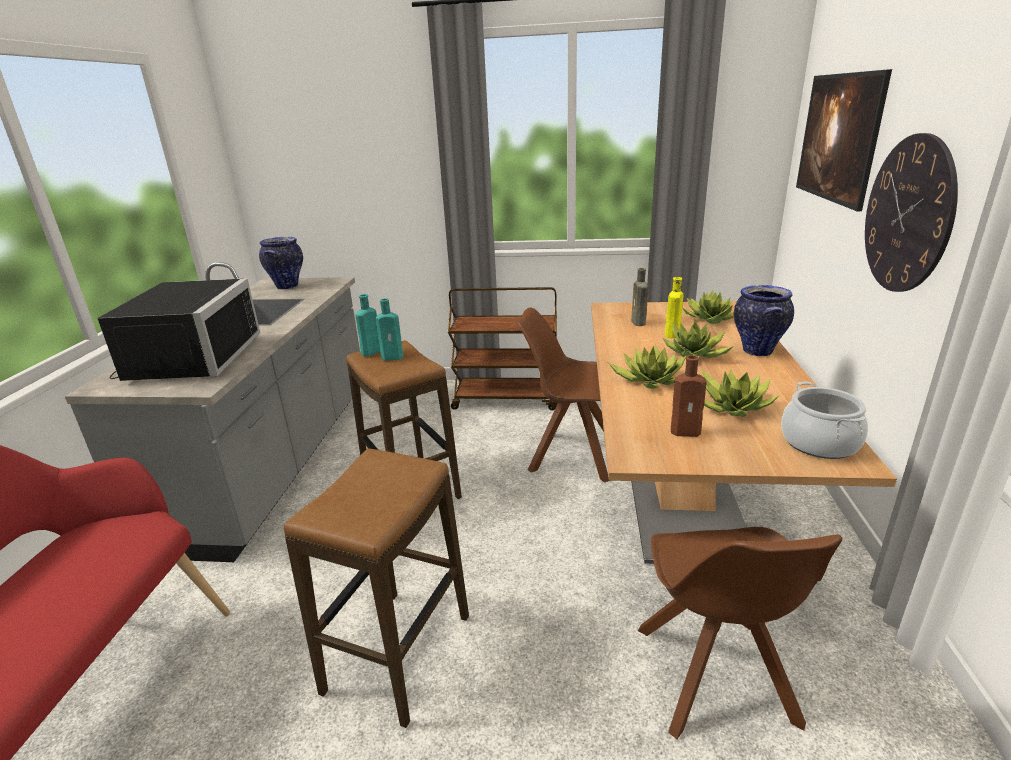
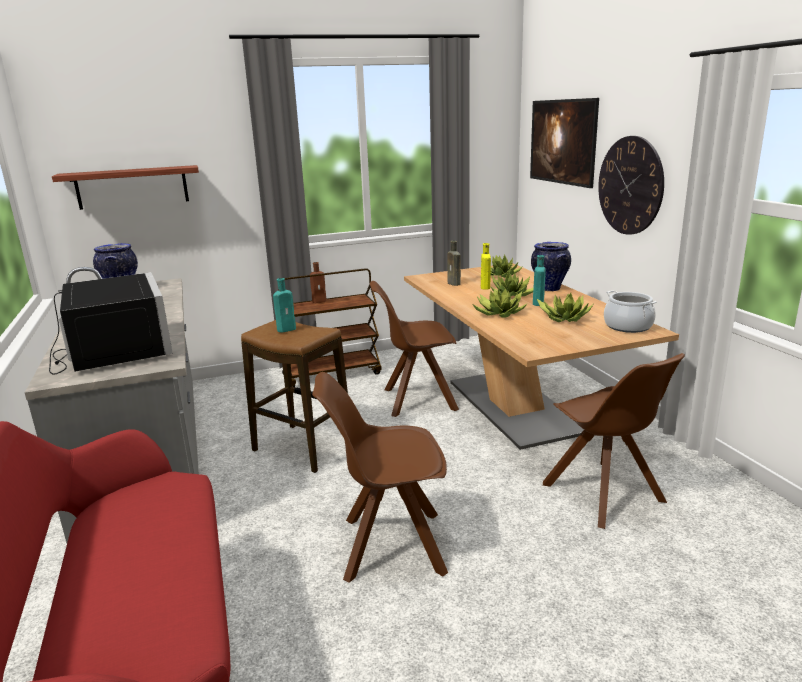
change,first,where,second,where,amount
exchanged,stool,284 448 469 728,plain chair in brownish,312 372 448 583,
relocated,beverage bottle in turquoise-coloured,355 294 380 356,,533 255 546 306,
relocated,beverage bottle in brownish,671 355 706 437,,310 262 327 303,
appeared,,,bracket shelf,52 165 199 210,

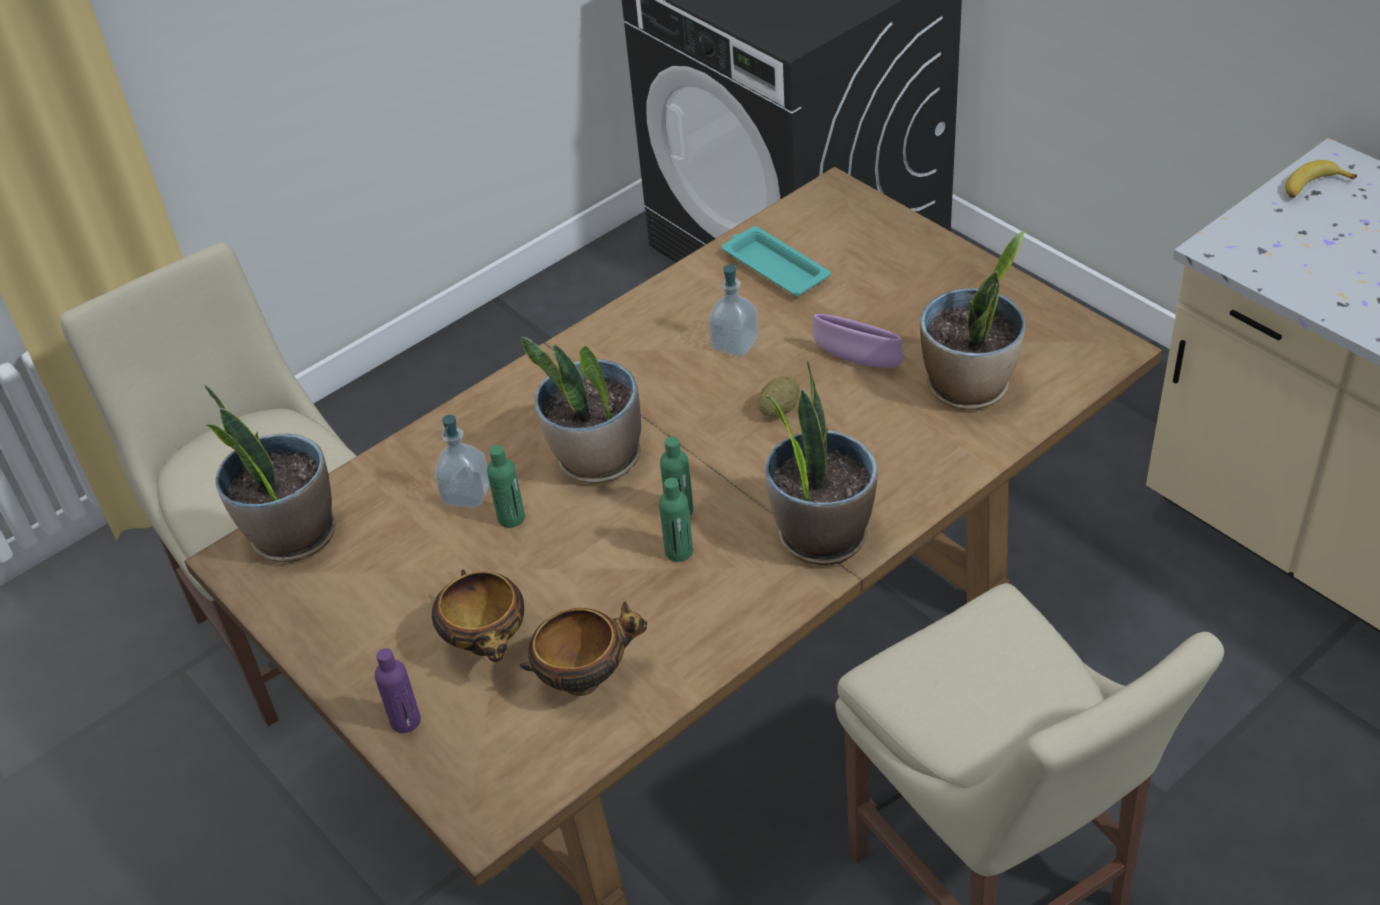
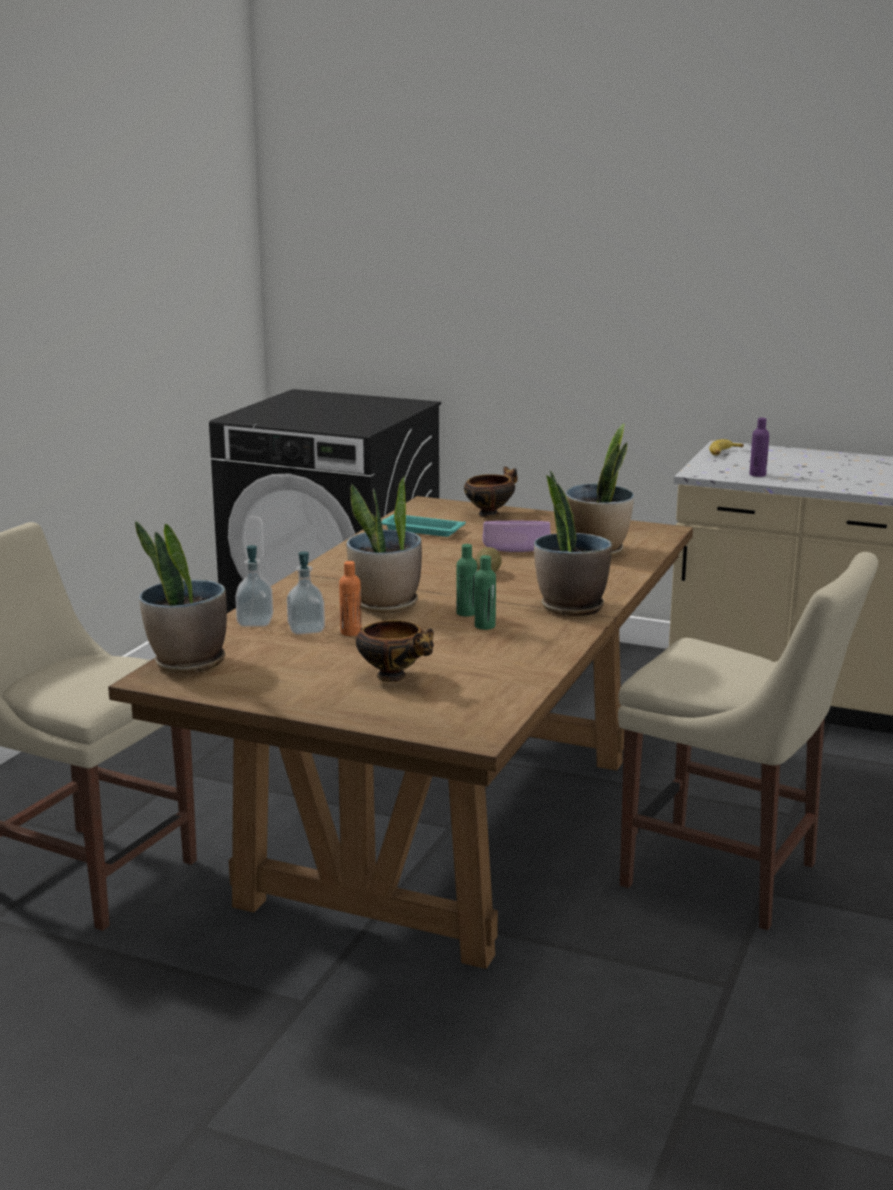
change,first,where,second,where,amount
relocated,beverage bottle in purple,375 648 421 733,,750 418 769 477,
colour,beverage bottle in greenish,487 445 525 528,beverage bottle in orange,339 561 362 636,
relocated,deep dish,520 601 647 696,,464 466 518 518,
relocated,soap dispenser,709 263 758 357,,235 545 273 627,

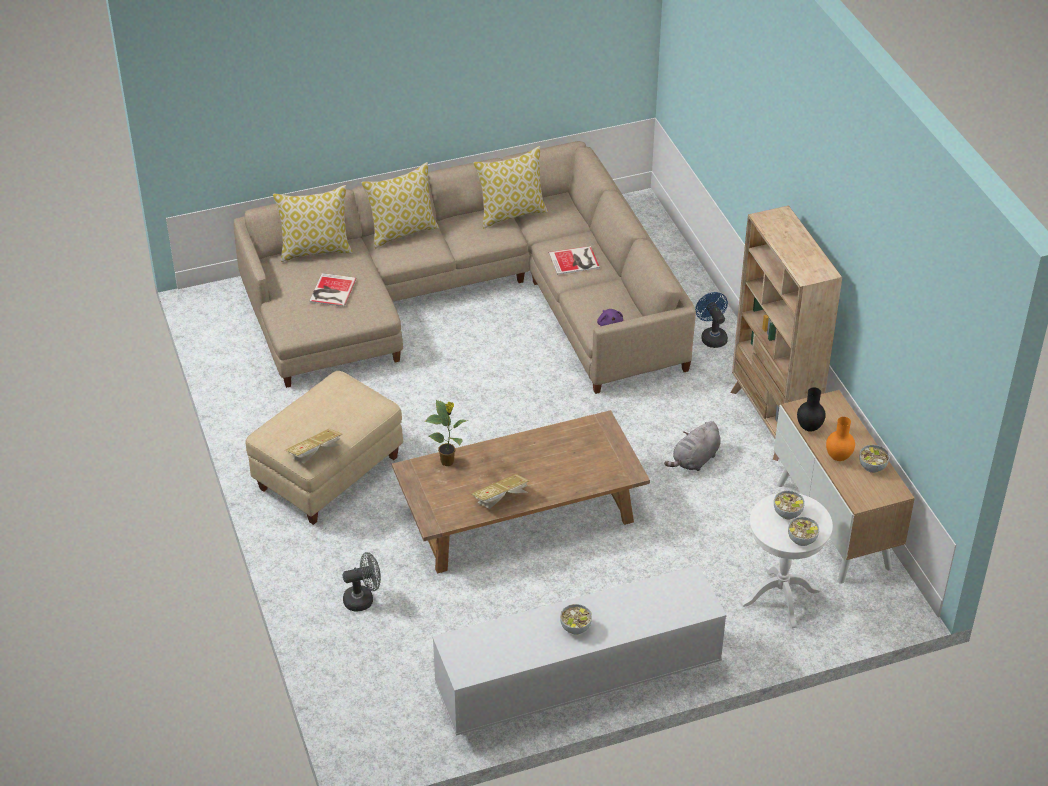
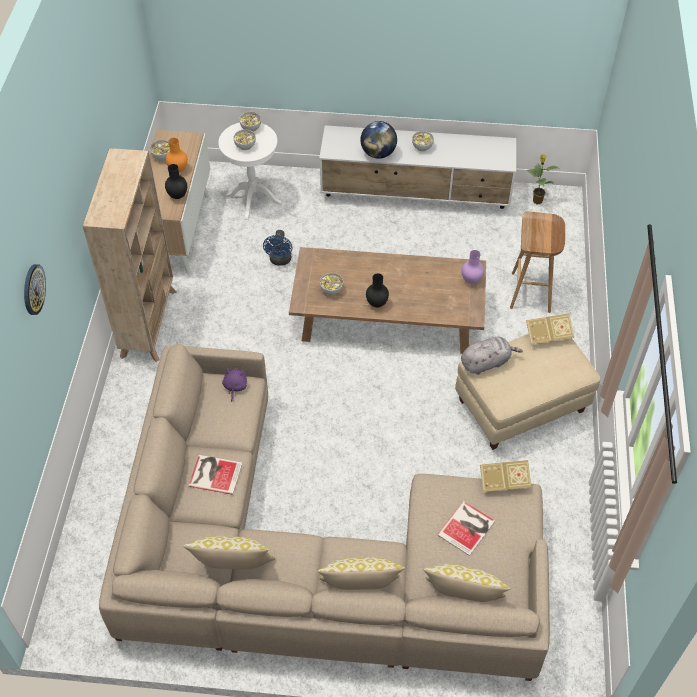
change,first,where,second,where,amount
exchanged,fan in gray,342 552 381 612,stool in brownish,510 212 565 313,
relocated,houseplant,424 400 468 466,,527 154 560 204,
relocated,volume,470 474 529 509,,480 460 532 492,
relocated,soft toy in gray,664 421 721 471,,461 336 523 375,
relocated,fan in blue-coloured,695 292 728 348,,263 230 292 266,
appeared,,,wall clock,24 264 46 315,
appeared,,,deep dish,320 273 343 295,
appeared,,,globe,361 121 397 159,
appeared,,,vase in black-coloured,366 273 389 307,
appeared,,,vase in purple,461 250 484 284,

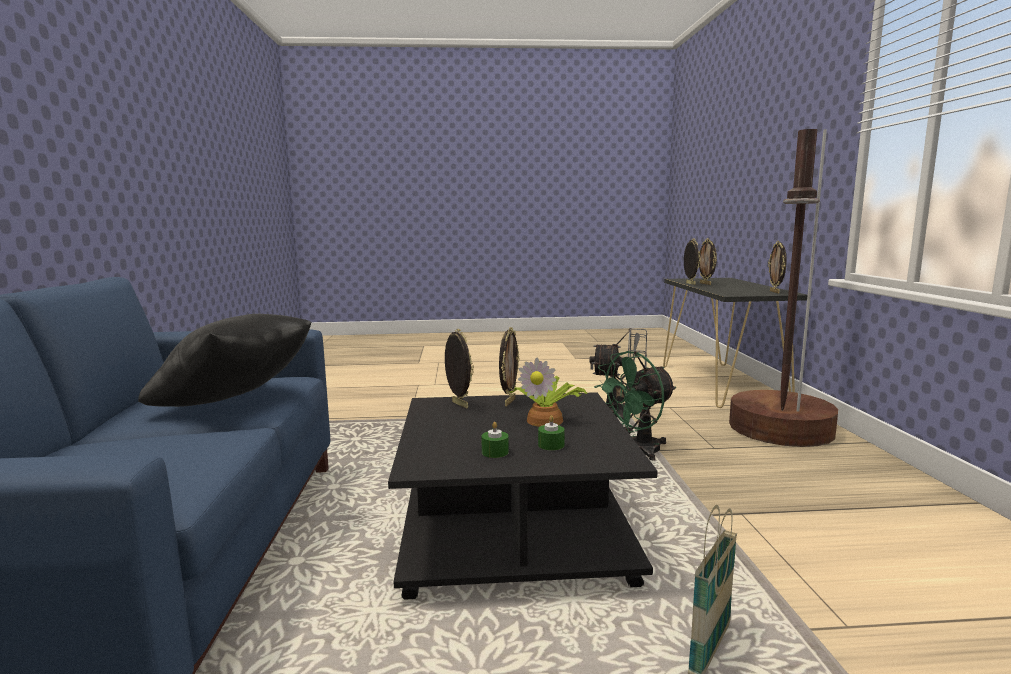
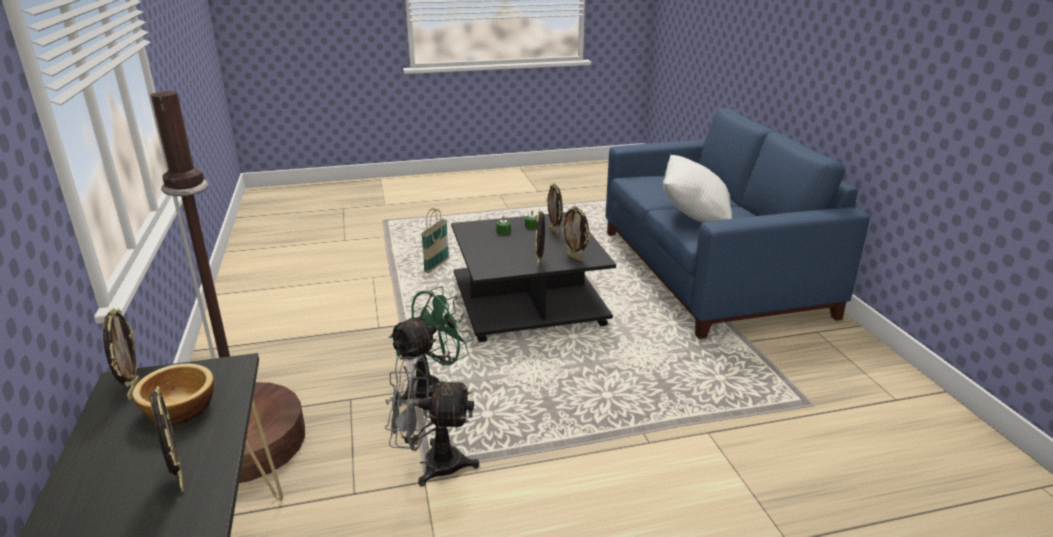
change,first,where,second,where,amount
colour,cushion in black-coloured,138 314 311 407,cushion in white-coloured,663 155 732 223,
missing,houseplant,509 357 587 427,,,
relocated,standing frame,684 238 701 285,,547 183 563 236,
appeared,,,deep dish,132 364 214 425,

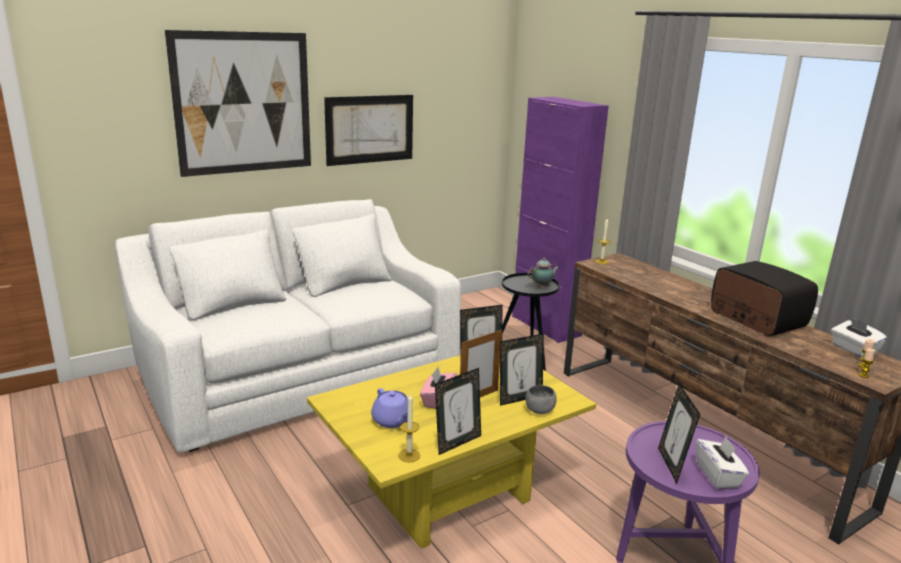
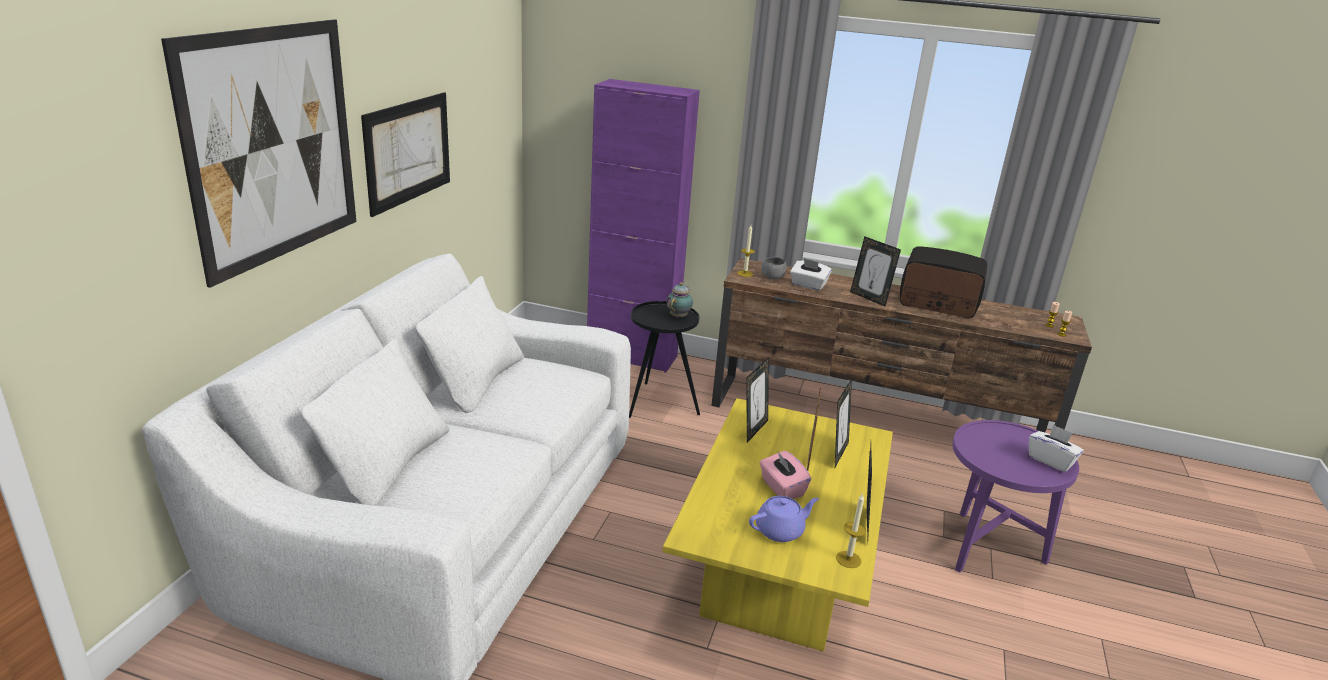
change,first,where,second,where,amount
spun,pot for tea in purple,371 388 413 428,,749 496 819 542,45 degrees counterclockwise
relocated,deep dish in gray,525 385 557 414,,761 257 786 279,
relocated,standing frame,658 383 700 484,,850 236 901 307,
relocated,tissue box in white-coloured,831 318 887 358,,790 258 832 291,

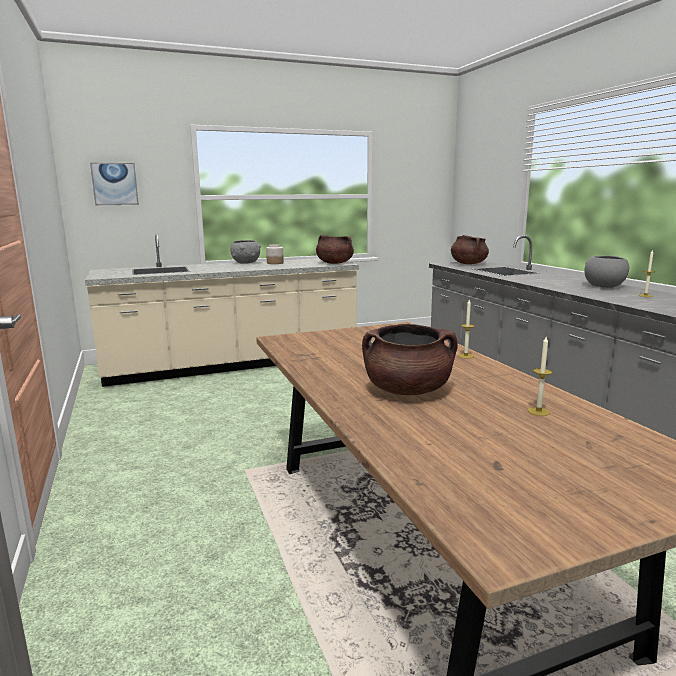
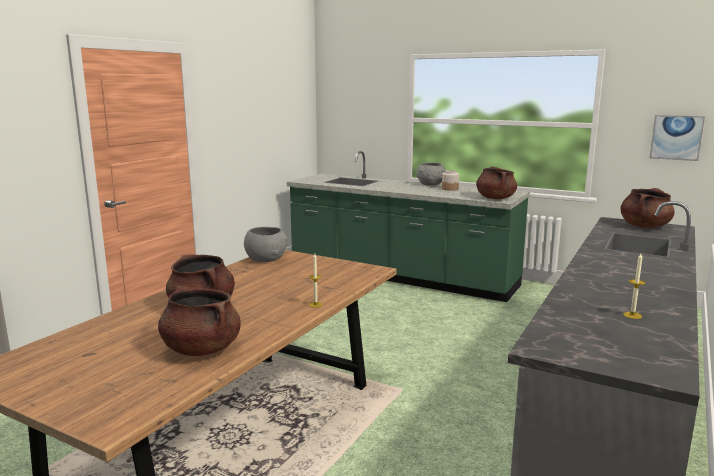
change,first,where,second,where,amount
colour,counter in beige,85 234 359 387,counter in greenish,287 151 530 302,
relocated,picture,90 162 139 205,,650 115 705 161,
exchanged,wax candle,528 337 552 416,cooking pot in brownish,158 286 241 356,
relocated,deep dish in gray,584 255 630 288,,244 227 288 262,

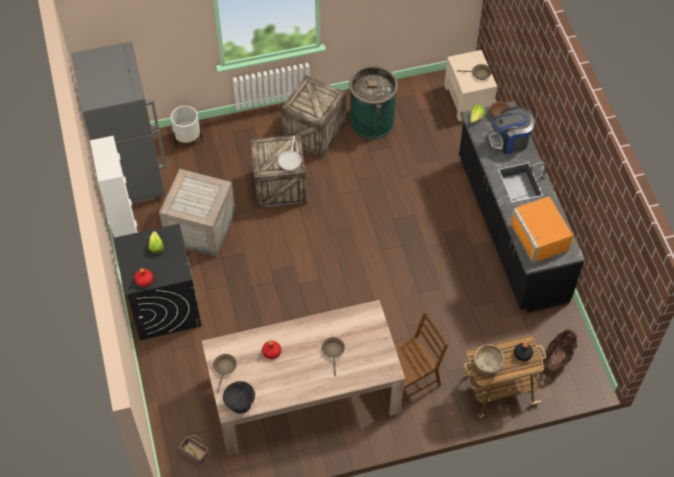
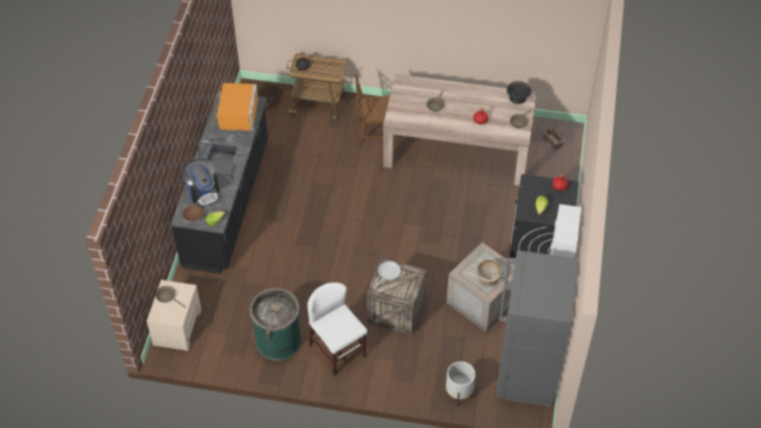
change,first,where,second,where,amount
exchanged,shipping crate,281 75 346 158,plain chair in white-coloured,307 282 367 376,
relocated,deep dish in beige,474 345 504 375,,476 260 502 287,
spun,coffee maker,487 106 534 154,,181 159 219 207,45 degrees clockwise

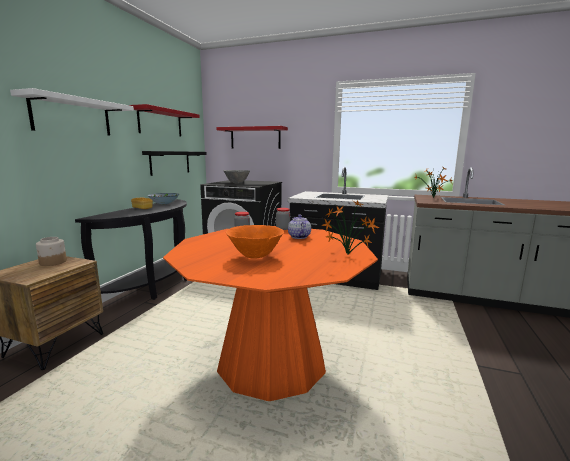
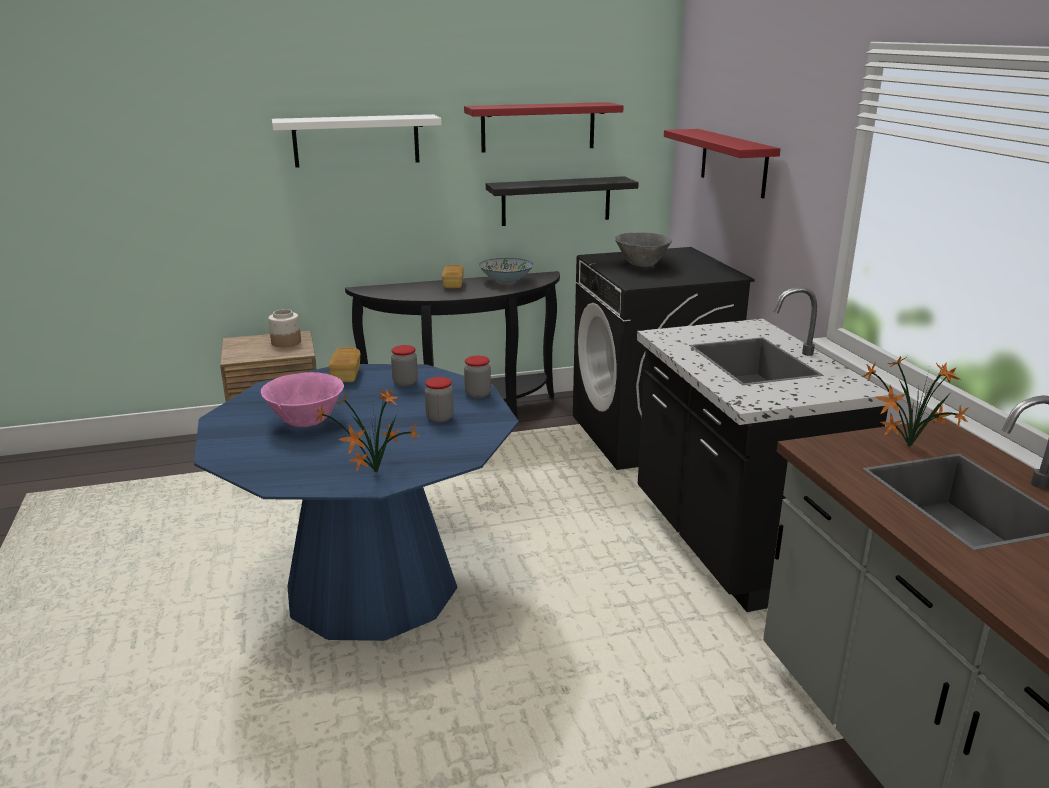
change,first,where,second,where,amount
colour,dinner table in orange,163 226 378 401,dinner table in blue-coloured,194 364 519 641,
colour,deep dish in orange,226 225 284 258,deep dish in pink,261 372 344 427,
exchanged,pot for tea,288 214 311 239,storage jar,425 377 454 423,
appeared,,,baked bread,328 347 360 382,

